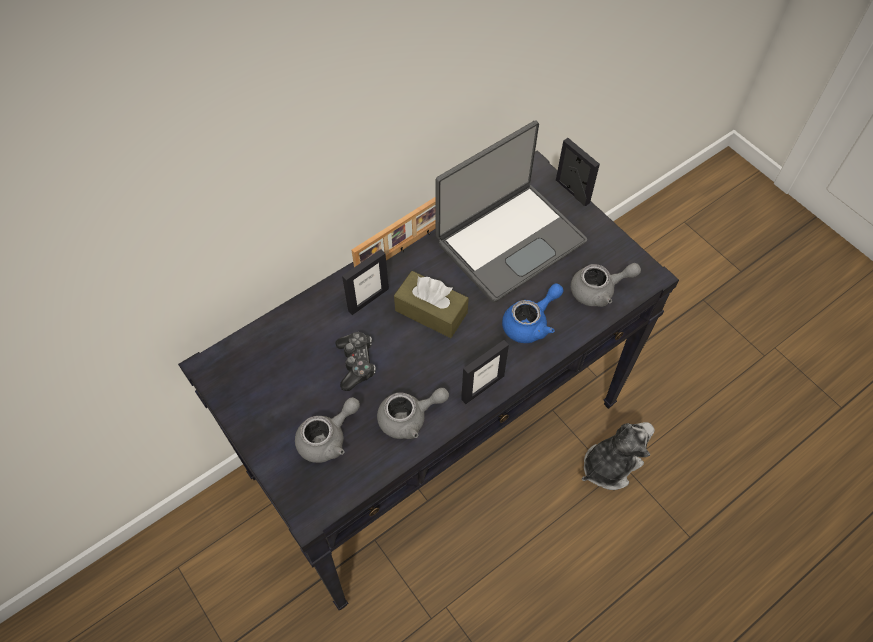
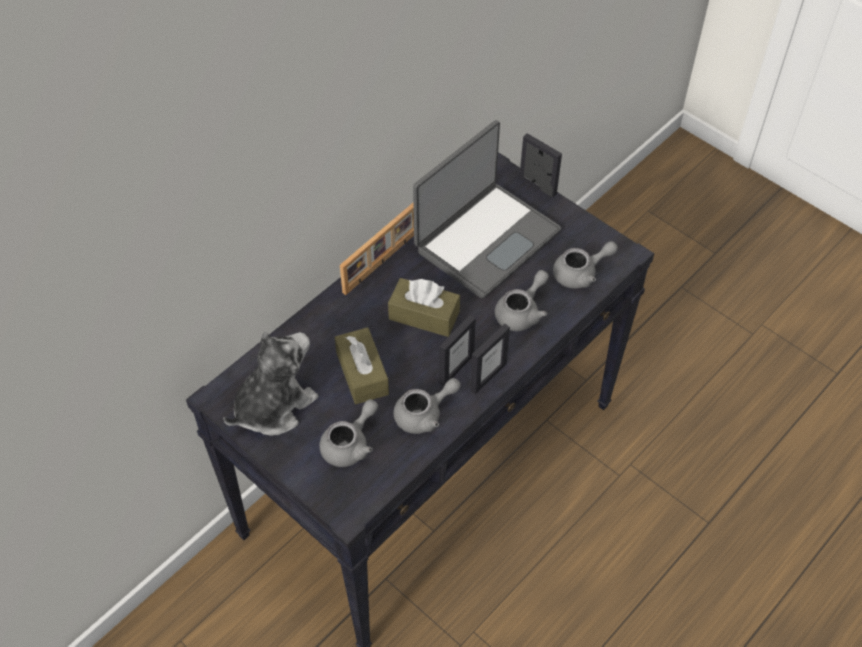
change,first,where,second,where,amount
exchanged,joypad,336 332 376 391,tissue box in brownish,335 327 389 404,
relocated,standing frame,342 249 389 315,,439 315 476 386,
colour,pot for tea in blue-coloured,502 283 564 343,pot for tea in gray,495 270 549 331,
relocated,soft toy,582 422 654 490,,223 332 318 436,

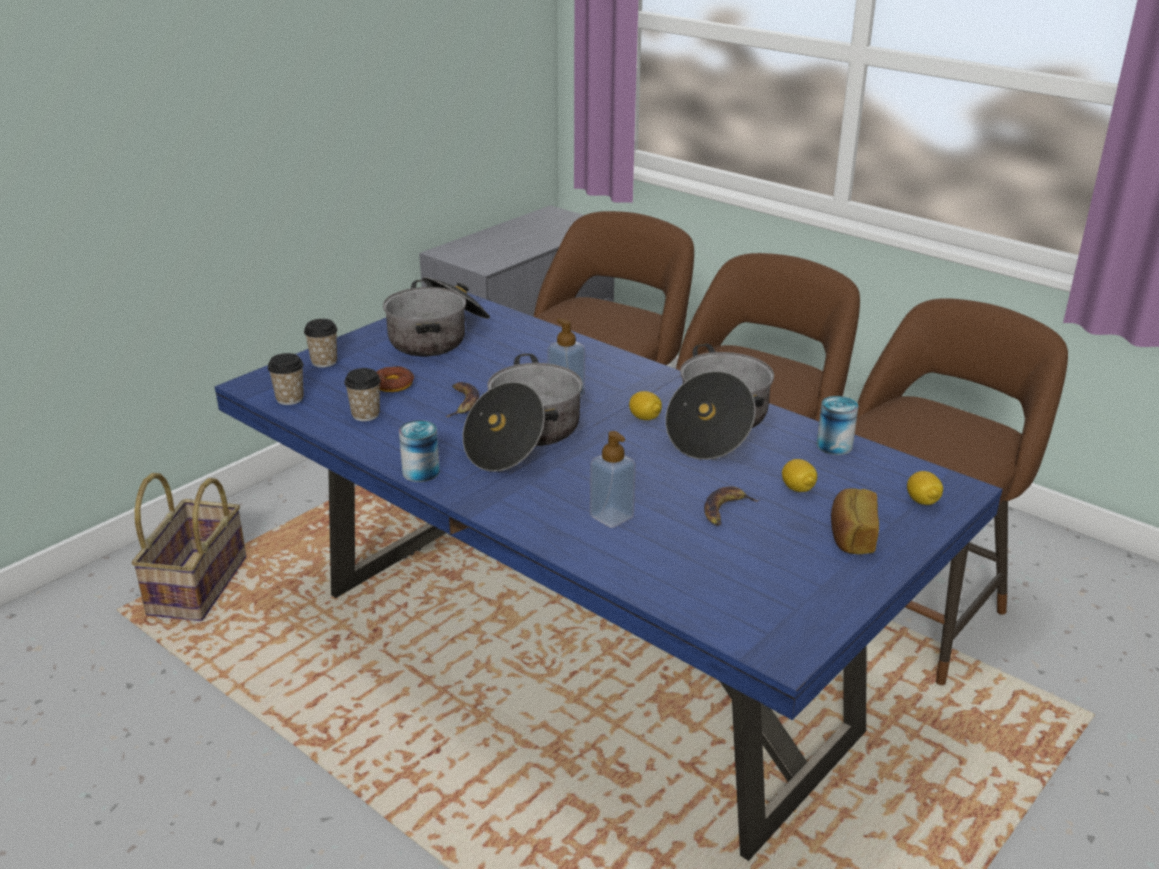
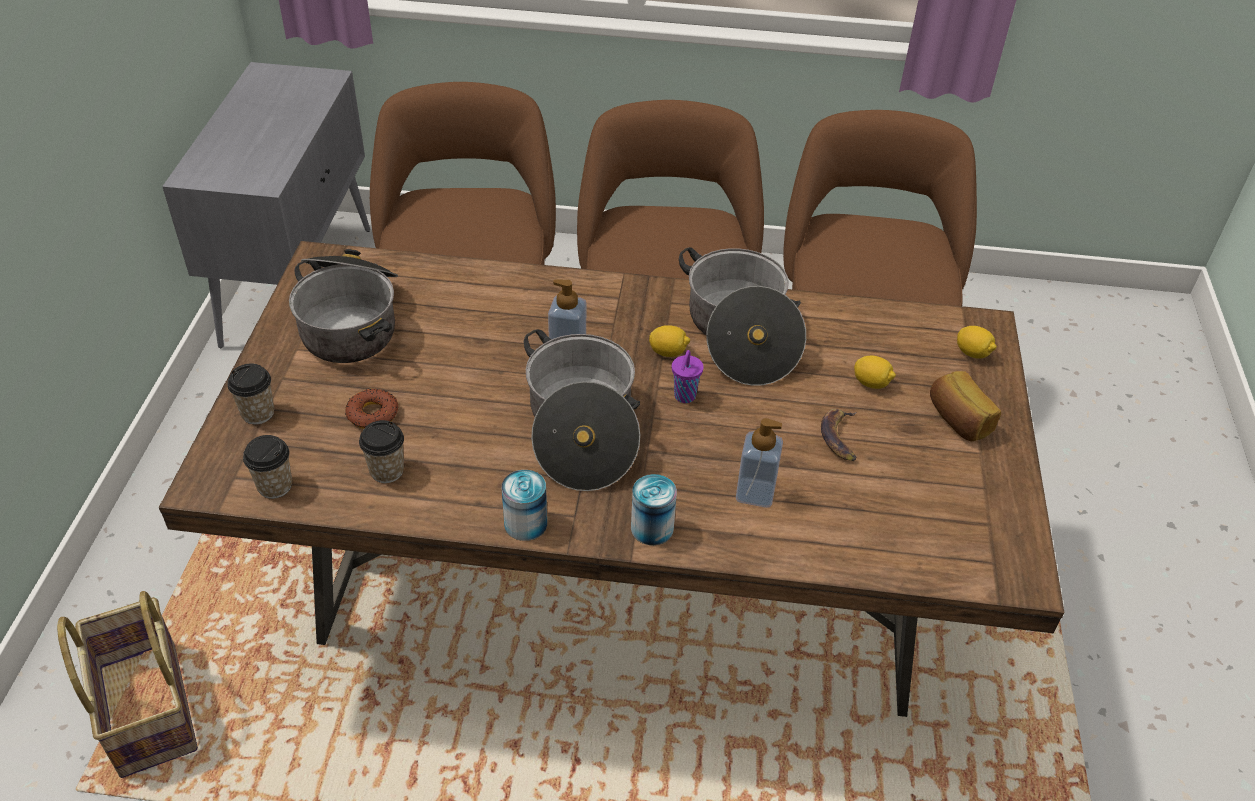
change,first,where,second,where,amount
colour,dinner table in blue-coloured,215 293 1003 861,dinner table in brownish,159 241 1065 717,
missing,banana fruit,446 382 479 417,,,
relocated,metal can,817 396 858 455,,631 474 677 545,
appeared,,,drinking cup in purple,672 350 704 403,

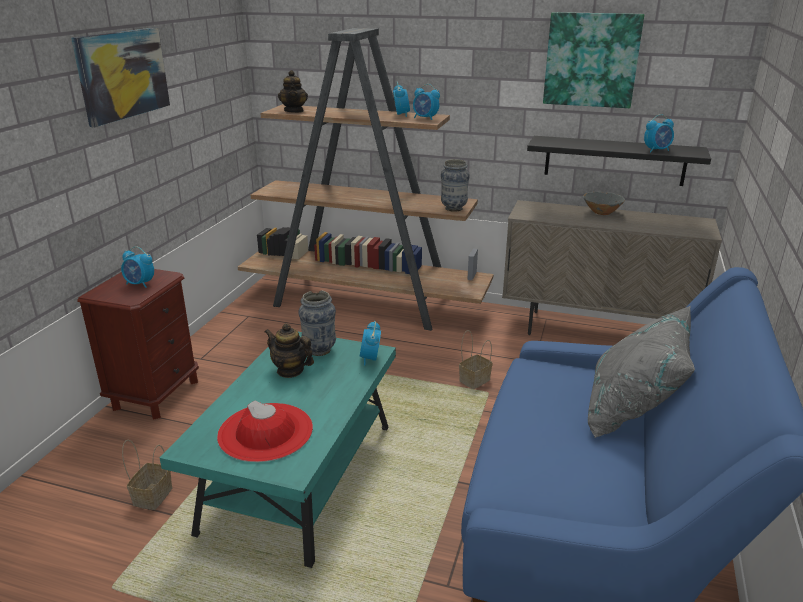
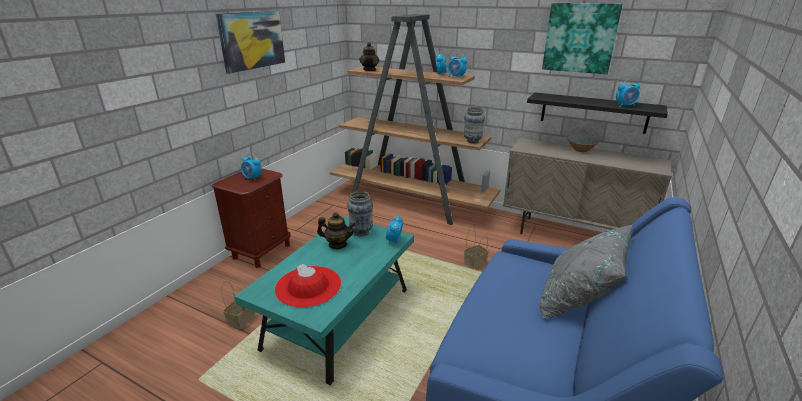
change,first,where,second,where,amount
spun,pot for tea,265 323 314 378,,317 212 356 249,150 degrees clockwise

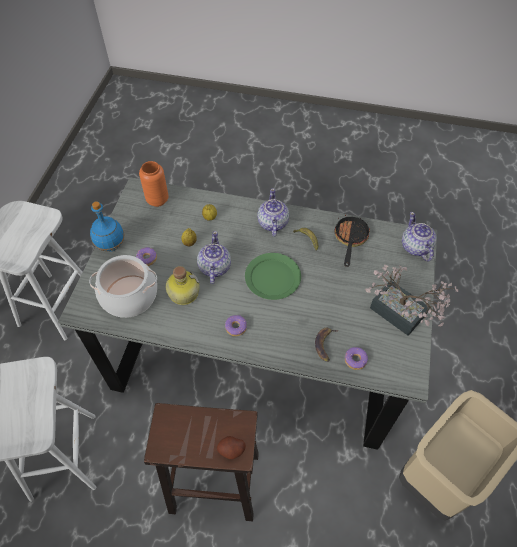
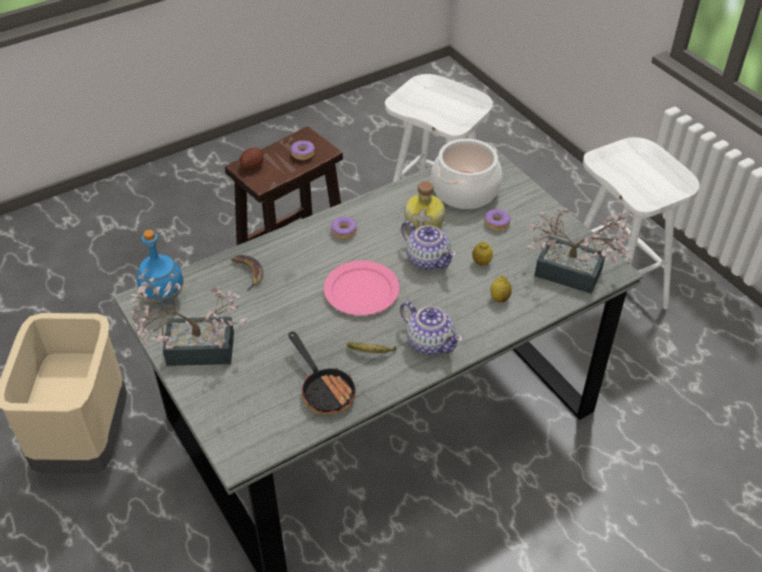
change,first,where,second,where,amount
relocated,beverage bottle in blue-coloured,90 201 124 252,,137 230 184 305,
exchanged,vase in orange,139 161 169 207,houseplant,527 208 636 294,
colour,flat dish in greenish,245 253 301 300,flat dish in pink,324 261 400 315,
relocated,donut,345 347 368 370,,291 140 315 160,
missing,pot for tea,402 212 437 262,,,

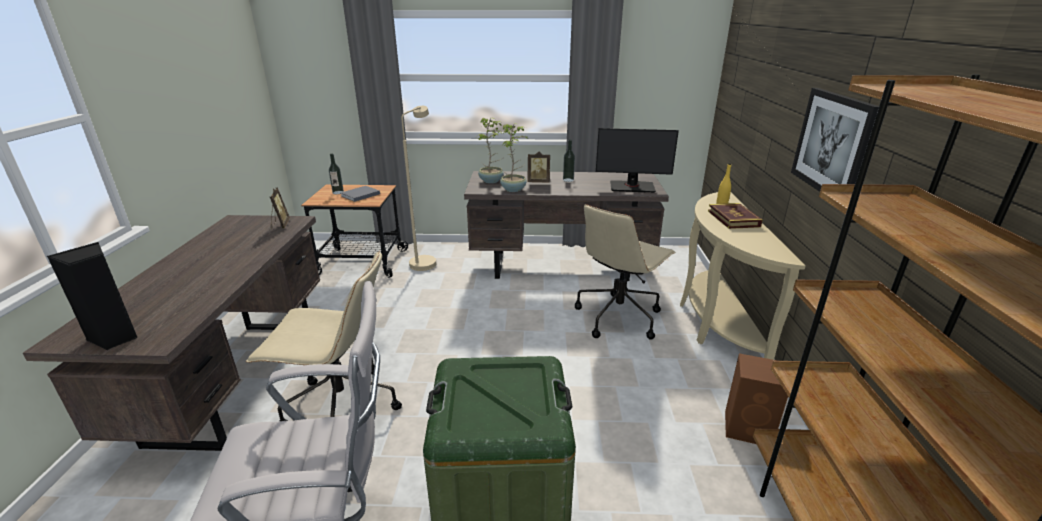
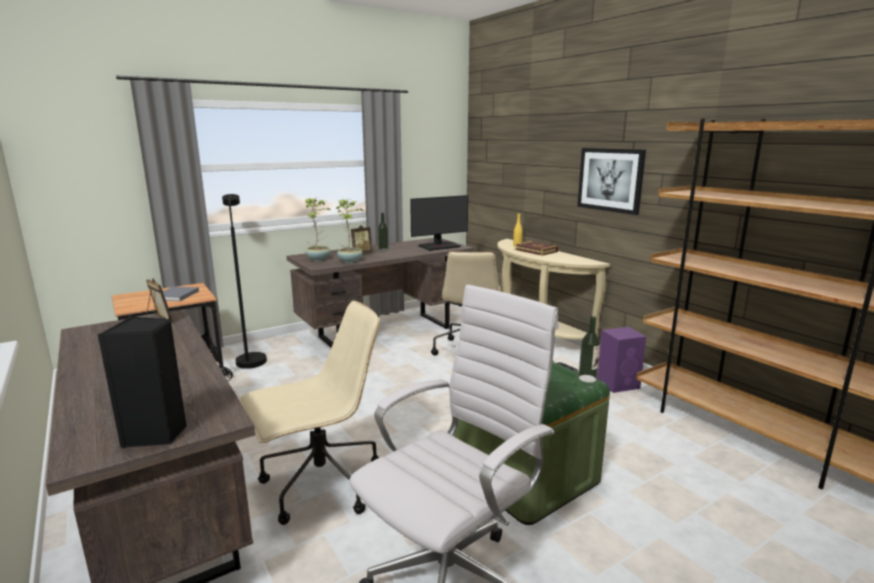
change,first,where,second,where,amount
relocated,beverage bottle,329 154 344 194,,578 316 600 383,
colour,standing lamp in beige,402 106 436 271,standing lamp in black-coloured,222 194 267 369,
colour,audio speaker in brownish,725 353 788 444,audio speaker in purple,597 327 646 393,

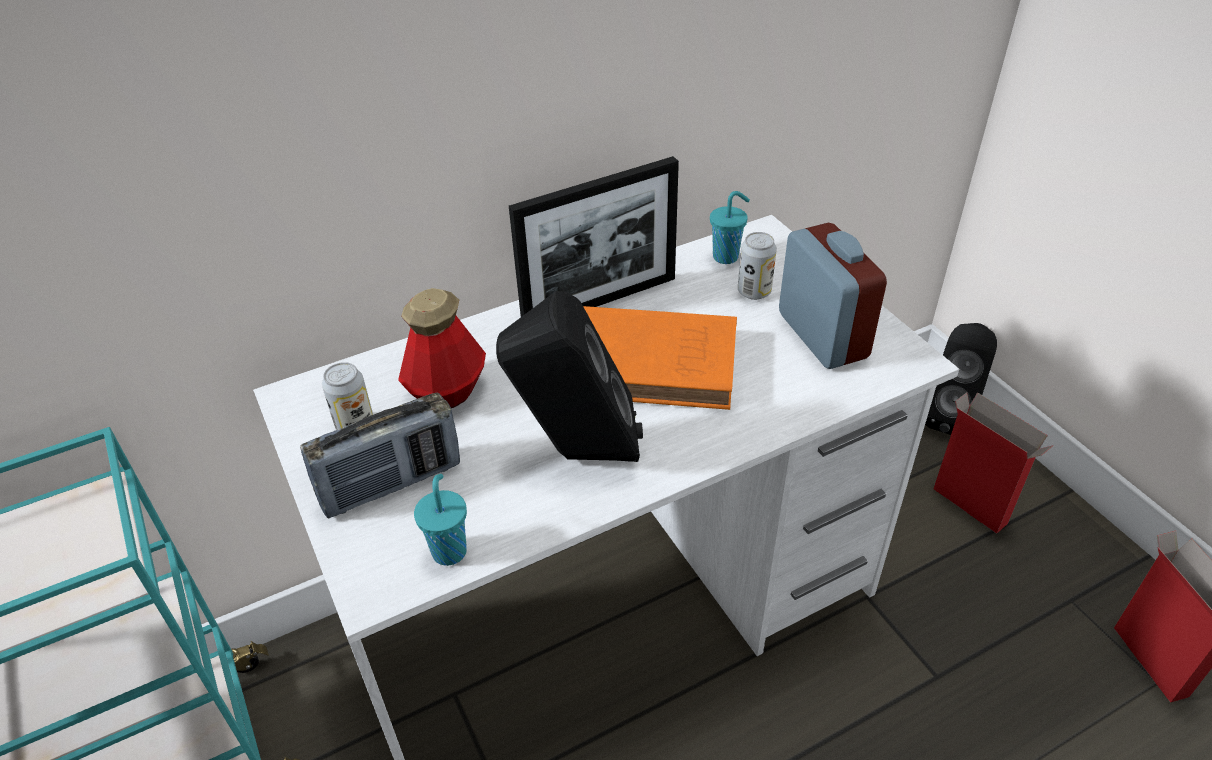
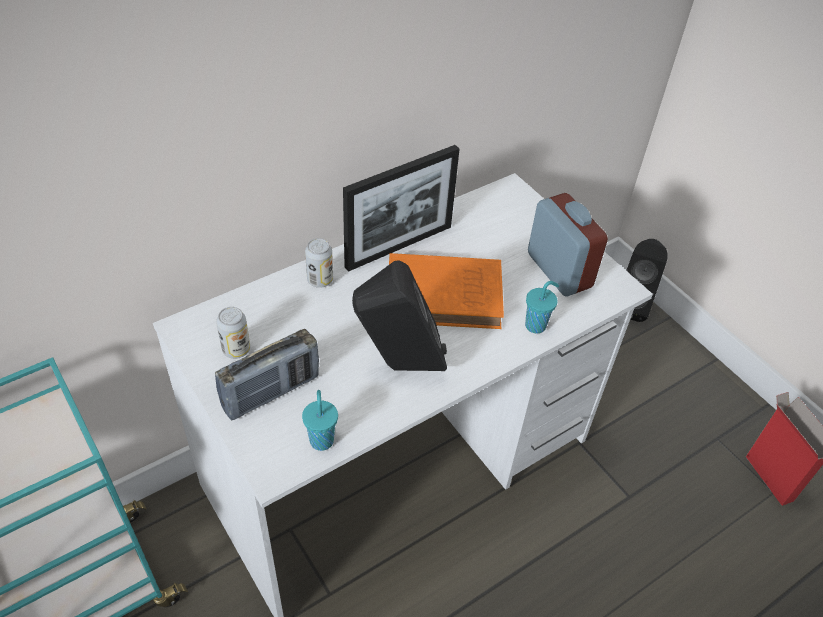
change,first,where,second,where,amount
missing,beverage bottle,398 288 486 408,,,
relocated,drinking cup in turquoise-coloured,710 191 750 264,,525 281 559 334,
relocated,metal can,738 232 777 300,,305 238 333 288,
missing,cardboard box,934 392 1052 534,,,

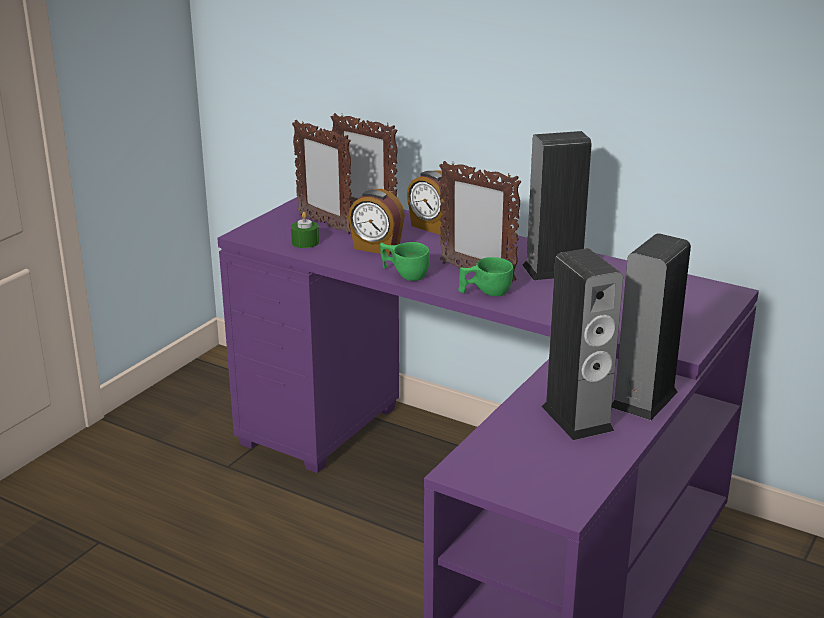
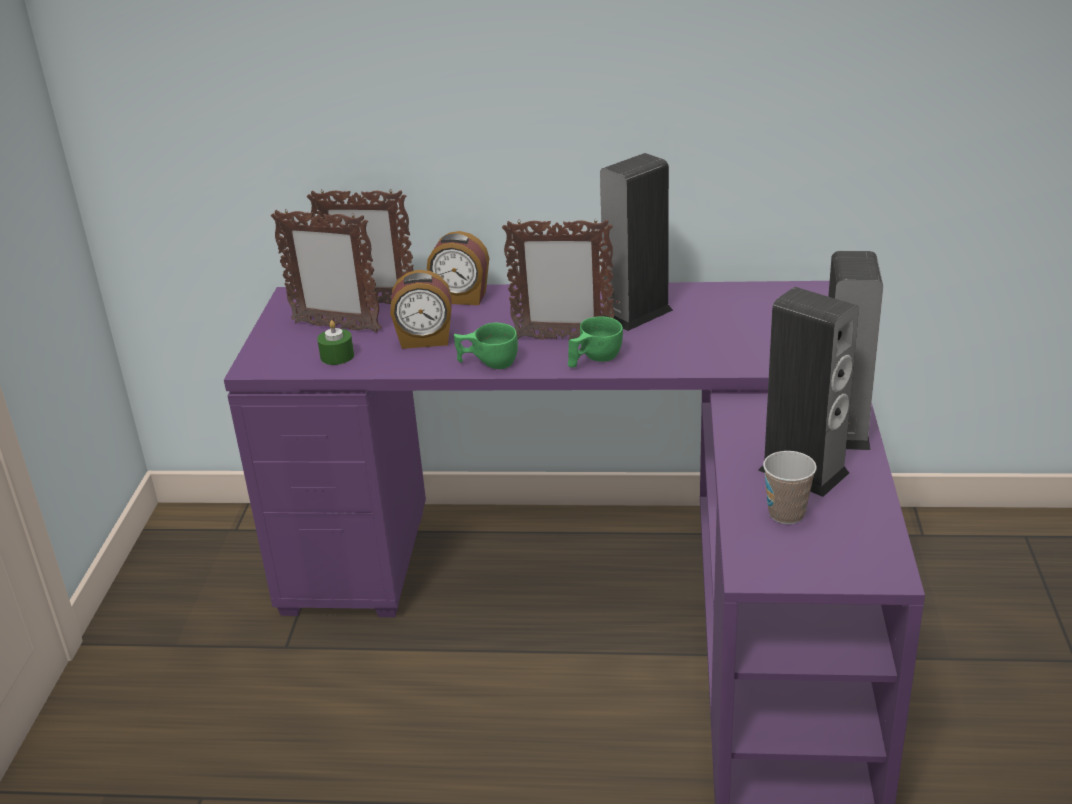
change,first,where,second,where,amount
appeared,,,drinking cup,763 451 817 524,

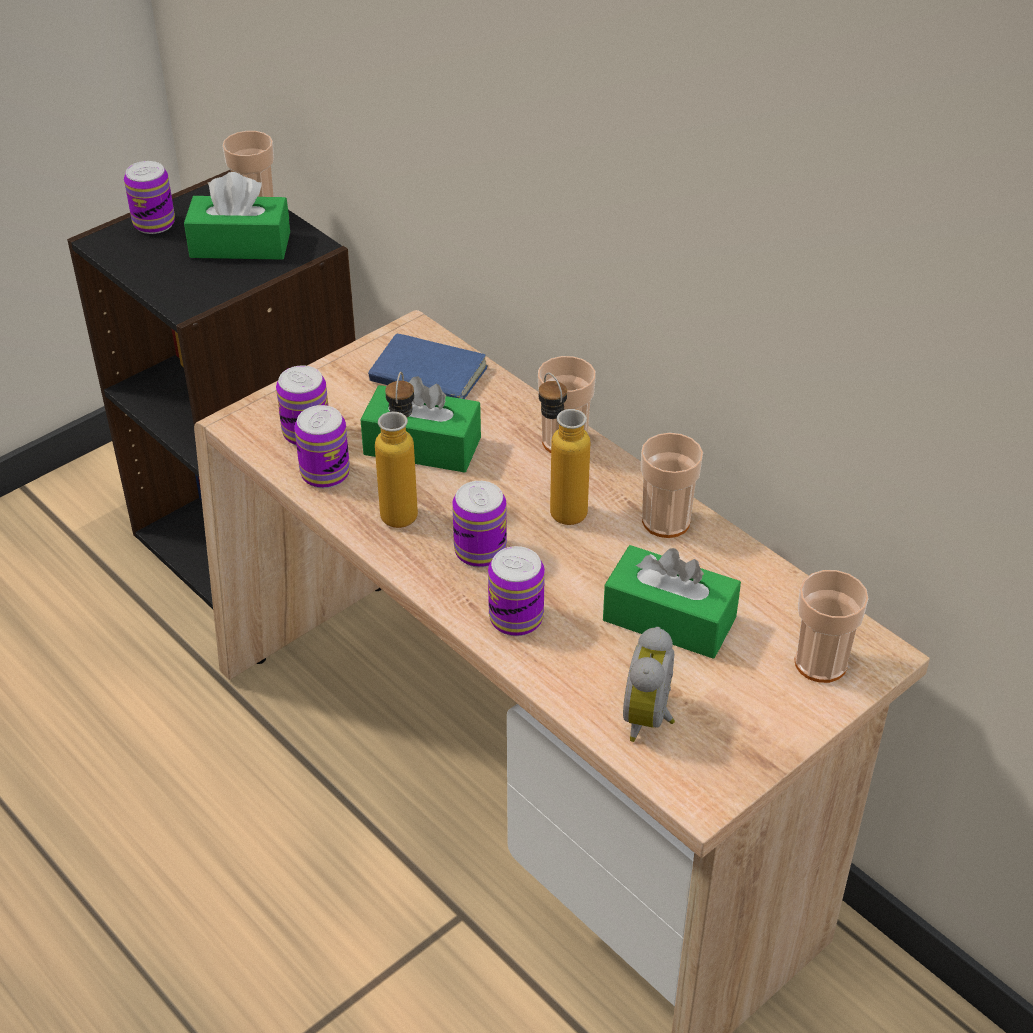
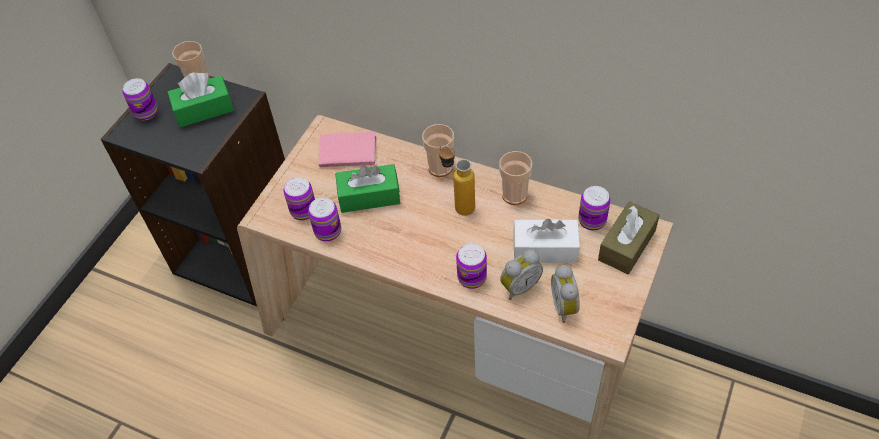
change,first,where,second,where,amount
colour,volume in blue-coloured,368 334 488 399,volume in pink,318 131 377 167,
missing,beverage bottle,375 372 418 528,,,
relocated,metal can,452 481 507 568,,578 186 611 231,
colour,tissue box in greenish,603 545 741 659,tissue box in white-coloured,513 219 580 263,
exchanged,drinking cup,795 570 869 683,tissue box in brownish,598 201 660 274,
appeared,,,bedside clock,500 250 543 300,

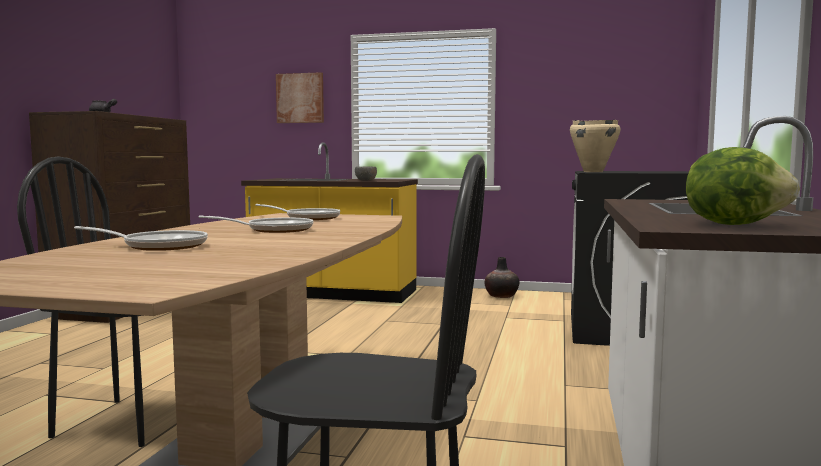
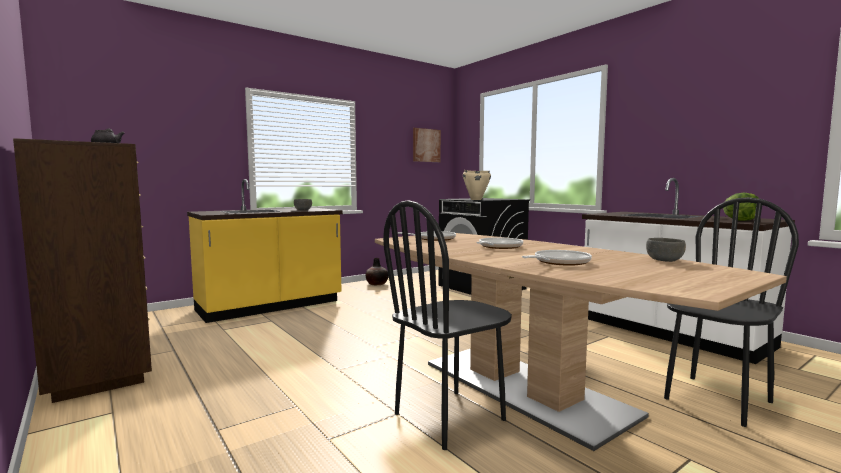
change,first,where,second,where,amount
relocated,picture,276 72 324 123,,413 128 441 162,
appeared,,,deep dish in gray,646 238 686 262,

